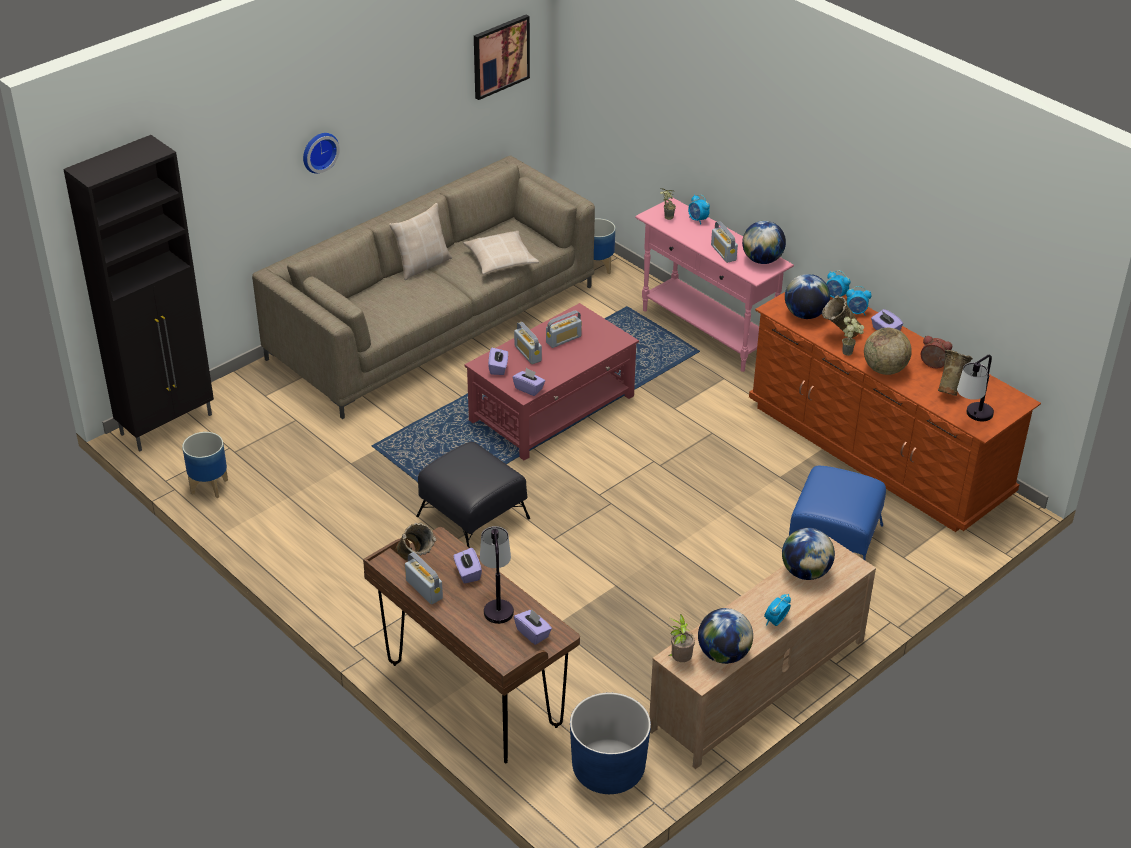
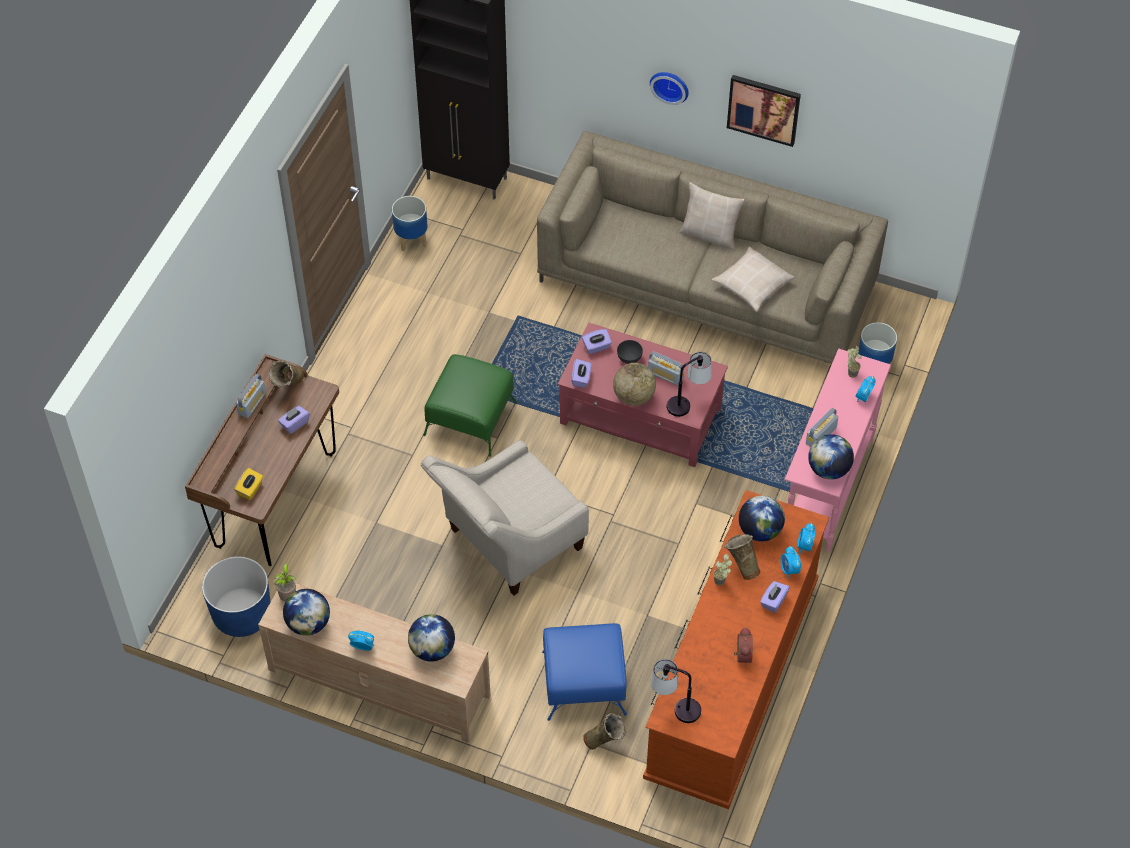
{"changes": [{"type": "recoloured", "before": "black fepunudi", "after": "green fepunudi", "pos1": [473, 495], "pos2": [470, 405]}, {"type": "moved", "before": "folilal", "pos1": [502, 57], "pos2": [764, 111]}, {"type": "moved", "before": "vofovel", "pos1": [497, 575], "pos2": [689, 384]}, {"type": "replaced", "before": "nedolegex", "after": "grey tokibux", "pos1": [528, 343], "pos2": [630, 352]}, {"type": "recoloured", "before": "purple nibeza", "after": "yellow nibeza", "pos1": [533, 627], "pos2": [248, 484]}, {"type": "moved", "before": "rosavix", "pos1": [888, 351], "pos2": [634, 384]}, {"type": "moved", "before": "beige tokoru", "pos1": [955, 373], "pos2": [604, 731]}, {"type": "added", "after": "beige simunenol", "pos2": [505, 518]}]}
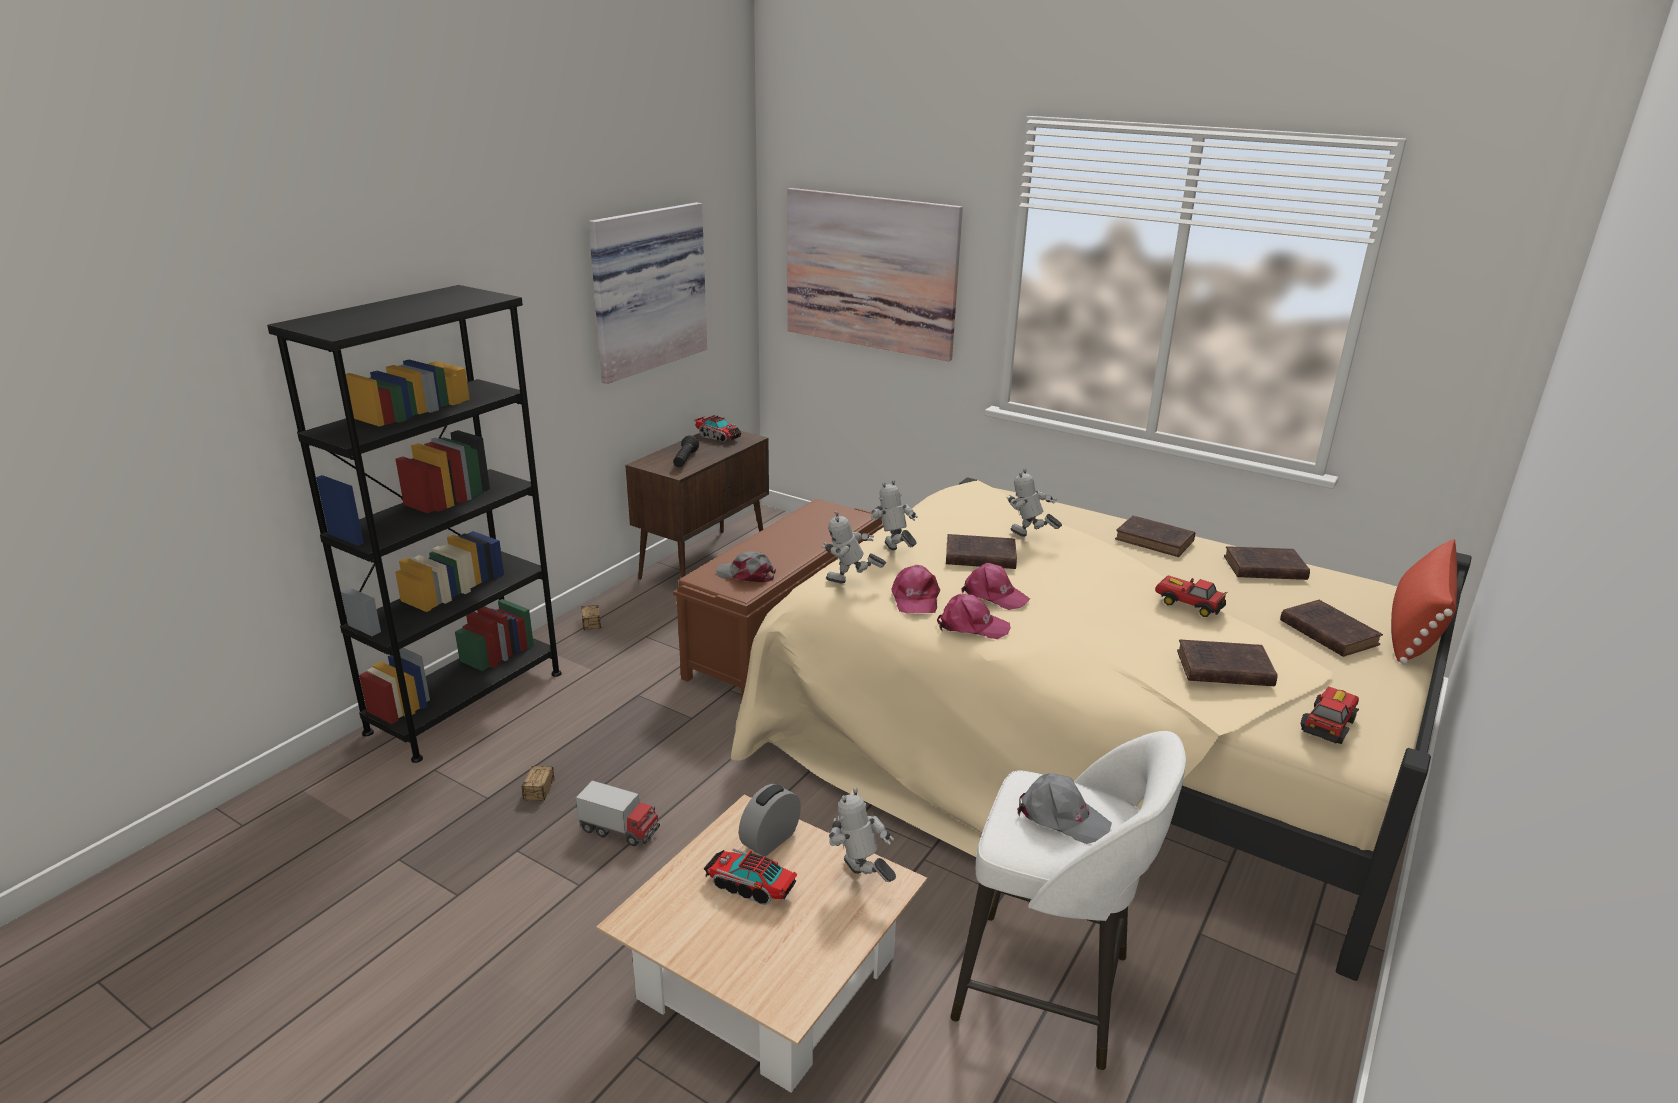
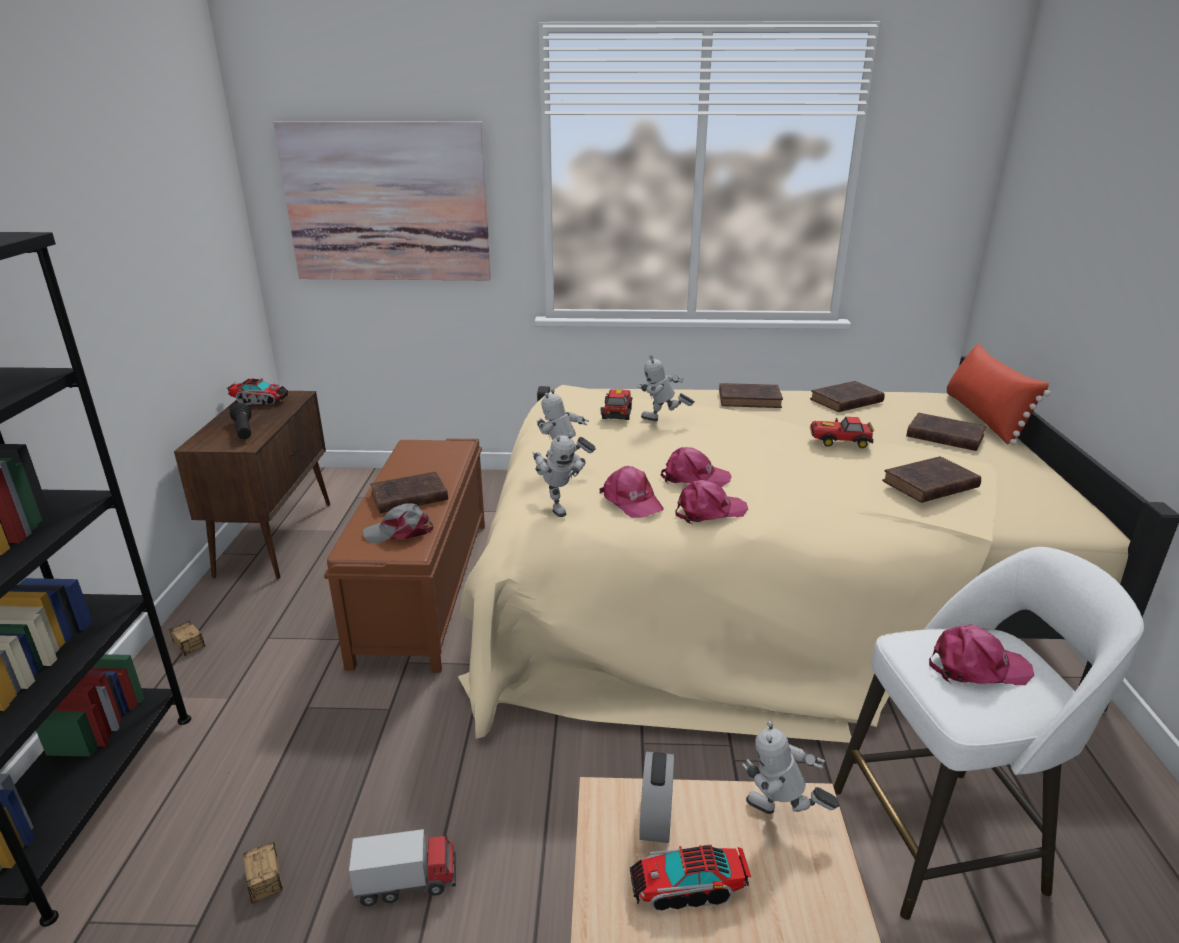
{"changes": [{"type": "removed", "before": "folilal", "pos1": [647, 293]}, {"type": "turned", "before": "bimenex", "pos1": [853, 547], "pos2": [559, 474], "turn": -90}, {"type": "moved", "before": "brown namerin", "pos1": [981, 551], "pos2": [409, 492]}, {"type": "recoloured", "before": "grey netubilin", "after": "pink netubilin", "pos1": [1064, 808], "pos2": [981, 654]}, {"type": "moved", "before": "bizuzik", "pos1": [1330, 715], "pos2": [616, 404]}]}
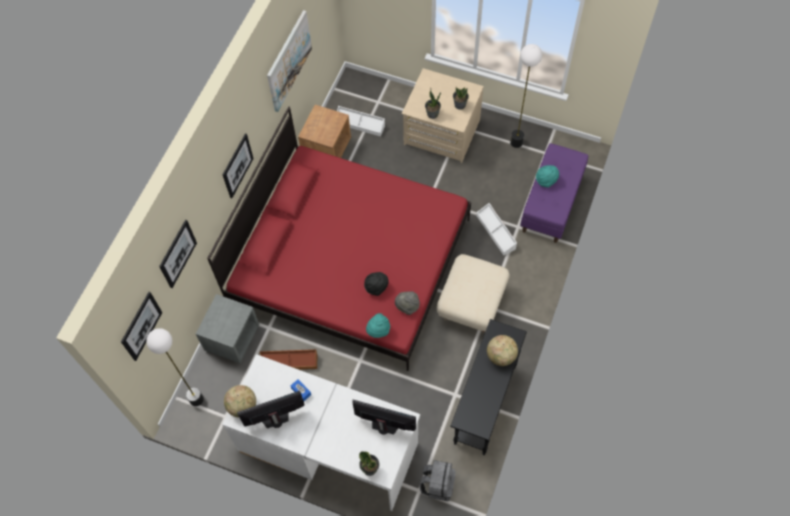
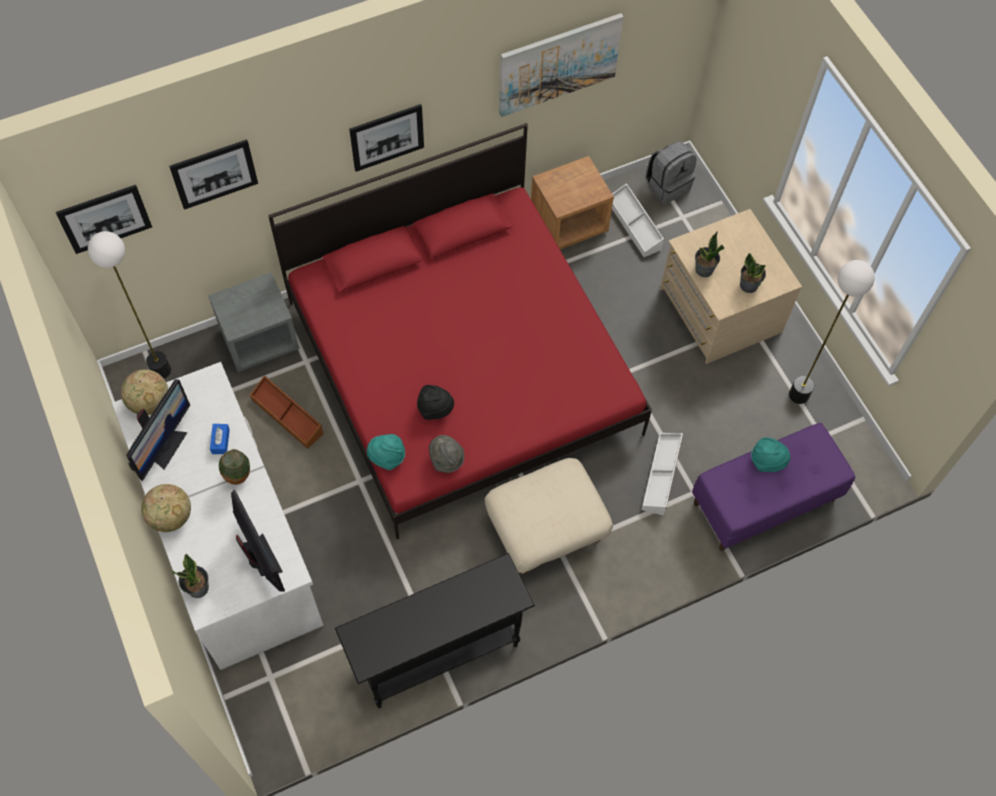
{"changes": [{"type": "turned", "before": "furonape", "pos1": [270, 409], "pos2": [158, 430], "turn": 90}, {"type": "moved", "before": "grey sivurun", "pos1": [437, 480], "pos2": [671, 172]}, {"type": "moved", "before": "rosavix", "pos1": [502, 350], "pos2": [166, 508]}, {"type": "added", "after": "tokoru", "pos2": [234, 467]}]}
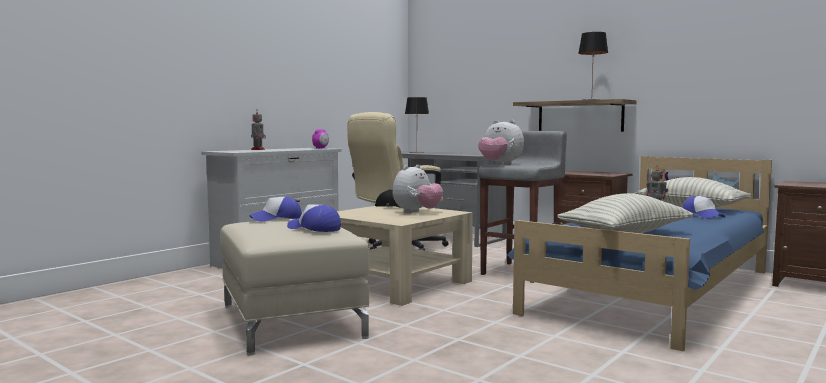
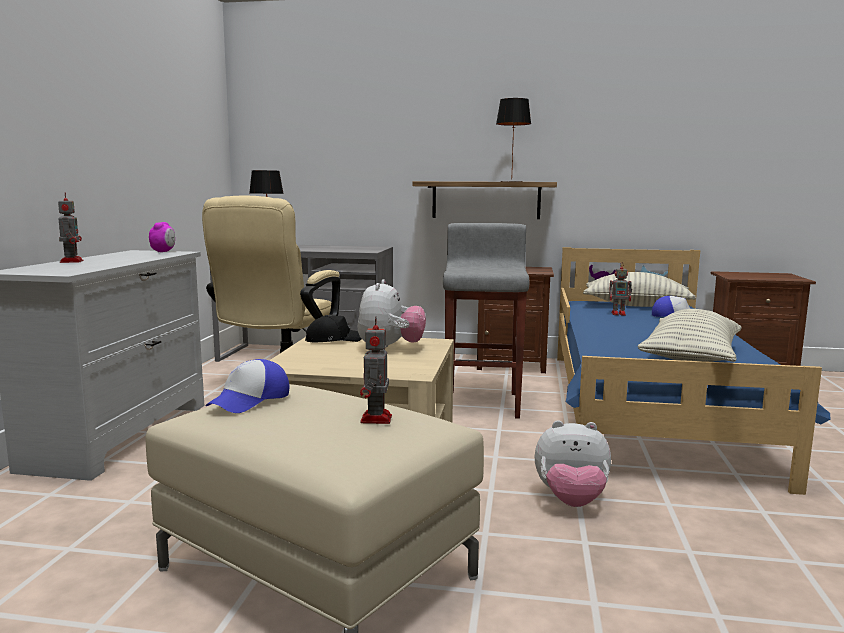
{"changes": [{"type": "replaced", "before": "netubilin", "after": "bimenex", "pos1": [314, 218], "pos2": [376, 370]}, {"type": "moved", "before": "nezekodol", "pos1": [501, 142], "pos2": [573, 463]}]}
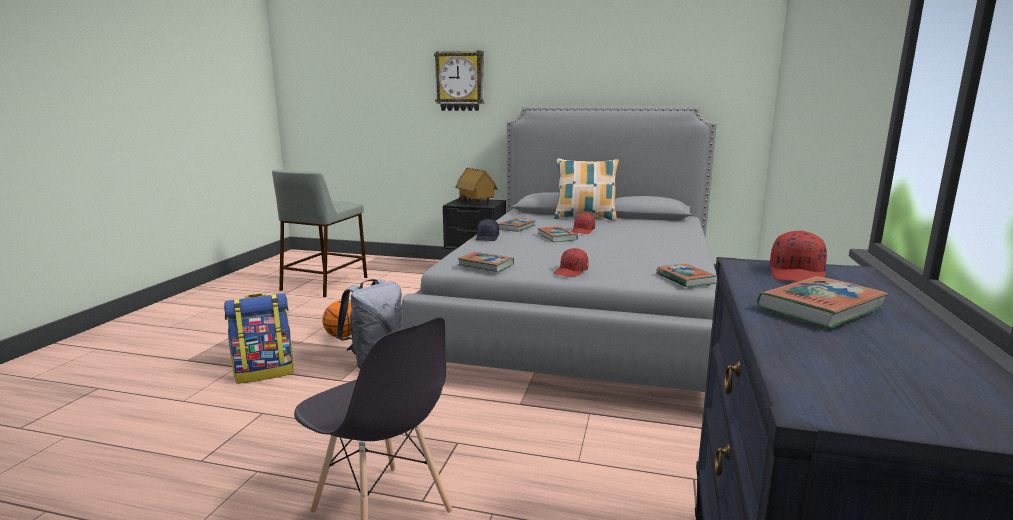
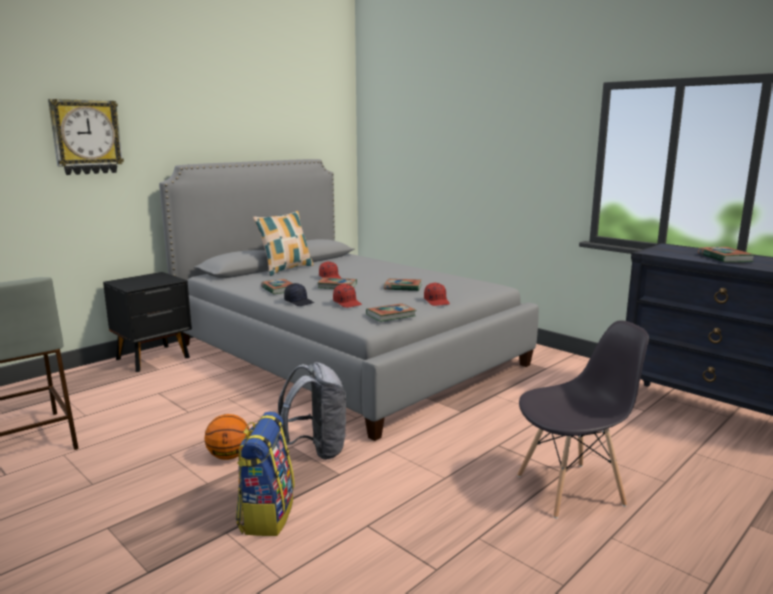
{"changes": [{"type": "removed", "before": "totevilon", "pos1": [476, 186]}, {"type": "moved", "before": "namerin", "pos1": [686, 275], "pos2": [403, 285]}, {"type": "moved", "before": "red netubilin", "pos1": [798, 255], "pos2": [347, 296]}]}
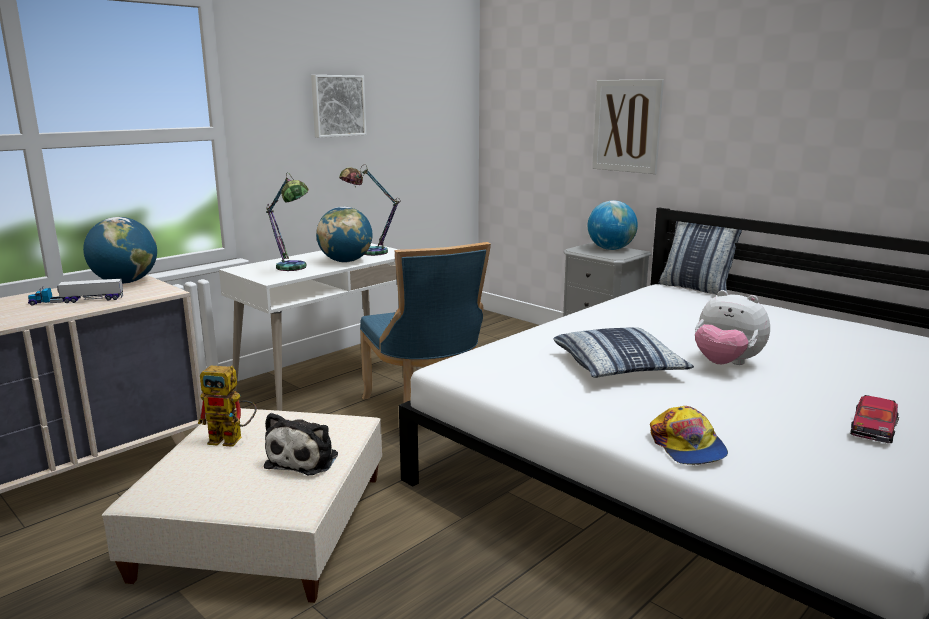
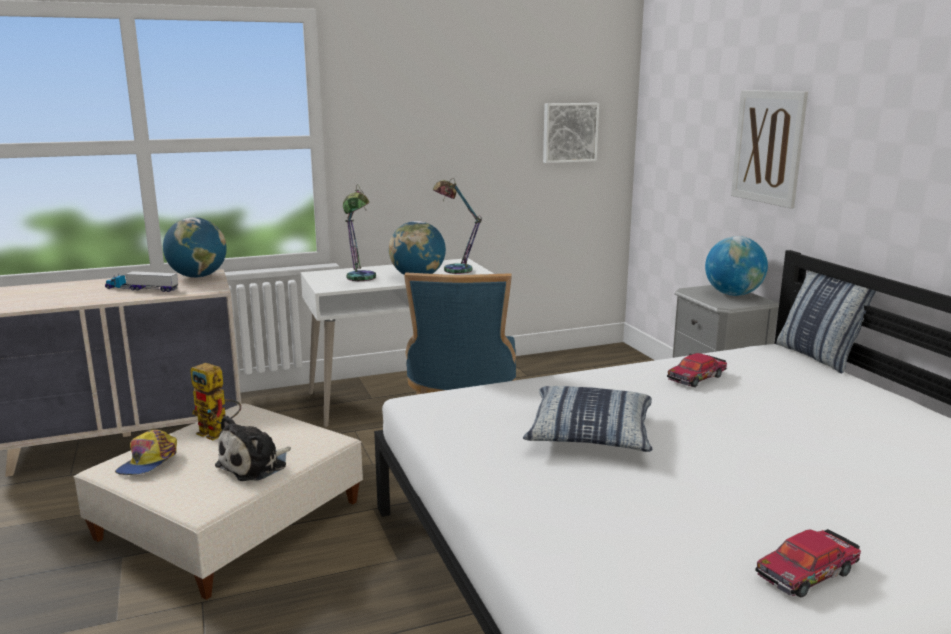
{"changes": [{"type": "moved", "before": "folilal", "pos1": [338, 106], "pos2": [571, 133]}, {"type": "moved", "before": "netubilin", "pos1": [689, 435], "pos2": [146, 452]}, {"type": "removed", "before": "nezekodol", "pos1": [732, 327]}, {"type": "added", "after": "bizuzik", "pos2": [697, 370]}]}
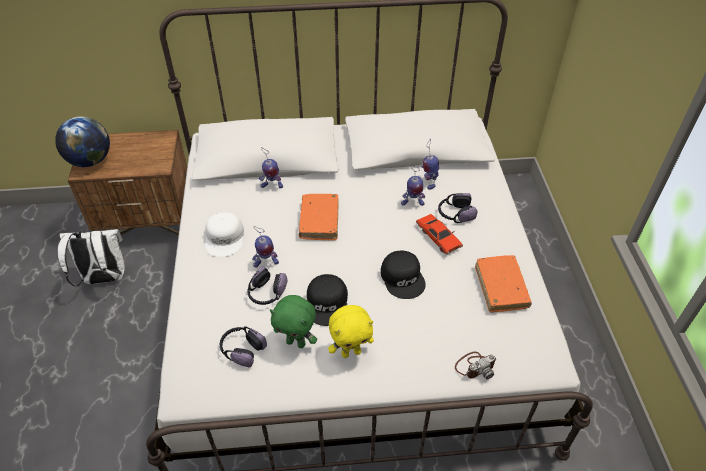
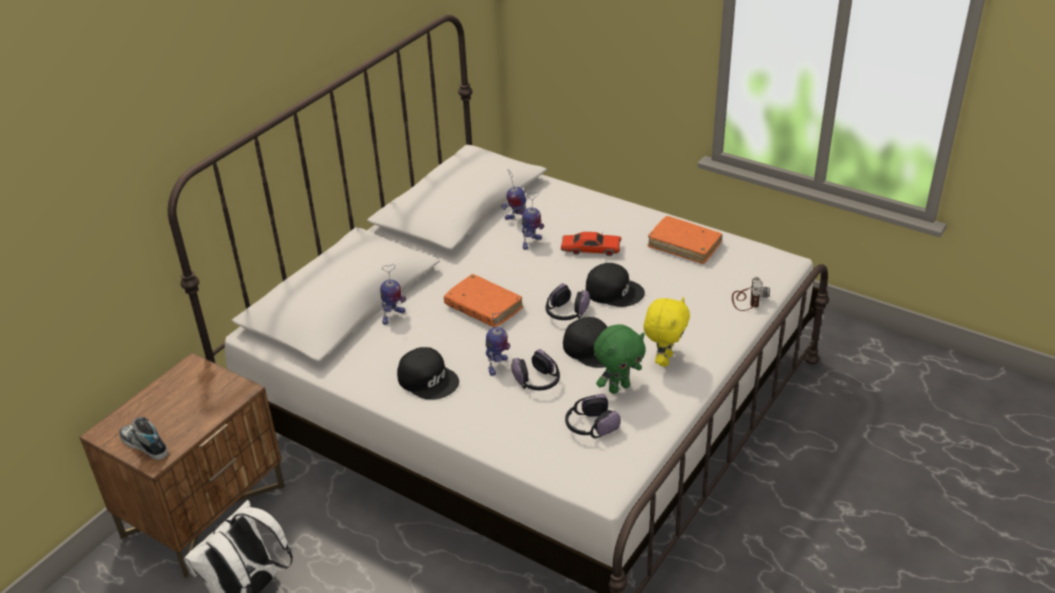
{"changes": [{"type": "replaced", "before": "rosavix", "after": "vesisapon", "pos1": [82, 141], "pos2": [143, 438]}, {"type": "recoloured", "before": "white netubilin", "after": "black netubilin", "pos1": [224, 234], "pos2": [428, 373]}, {"type": "moved", "before": "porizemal", "pos1": [457, 208], "pos2": [568, 301]}]}
